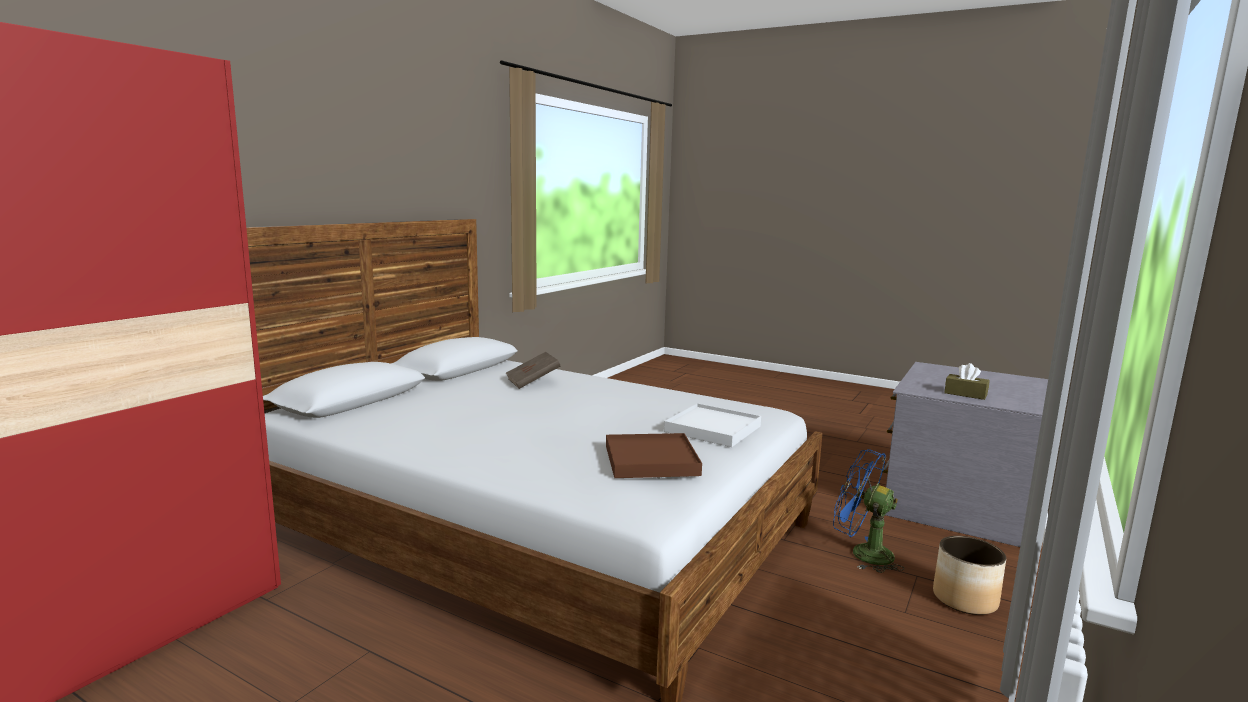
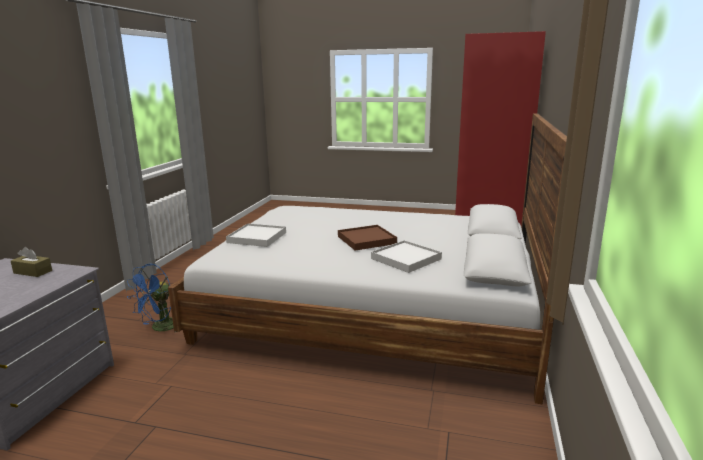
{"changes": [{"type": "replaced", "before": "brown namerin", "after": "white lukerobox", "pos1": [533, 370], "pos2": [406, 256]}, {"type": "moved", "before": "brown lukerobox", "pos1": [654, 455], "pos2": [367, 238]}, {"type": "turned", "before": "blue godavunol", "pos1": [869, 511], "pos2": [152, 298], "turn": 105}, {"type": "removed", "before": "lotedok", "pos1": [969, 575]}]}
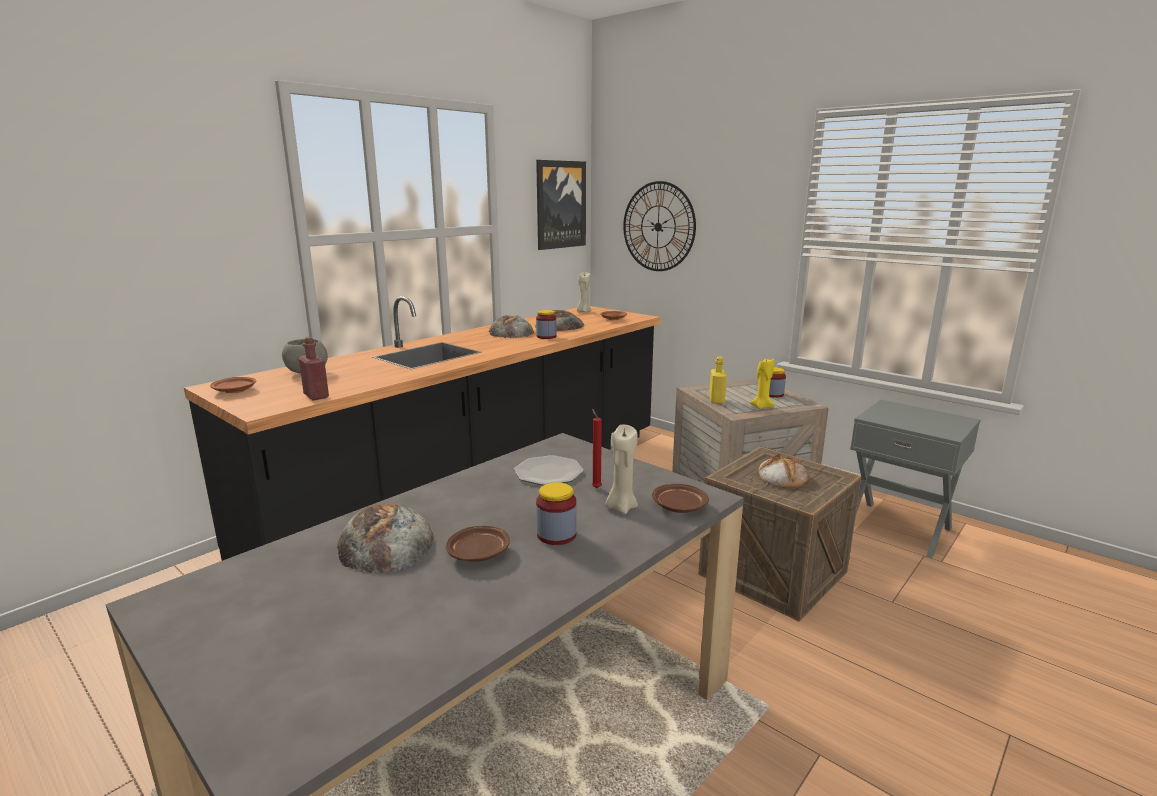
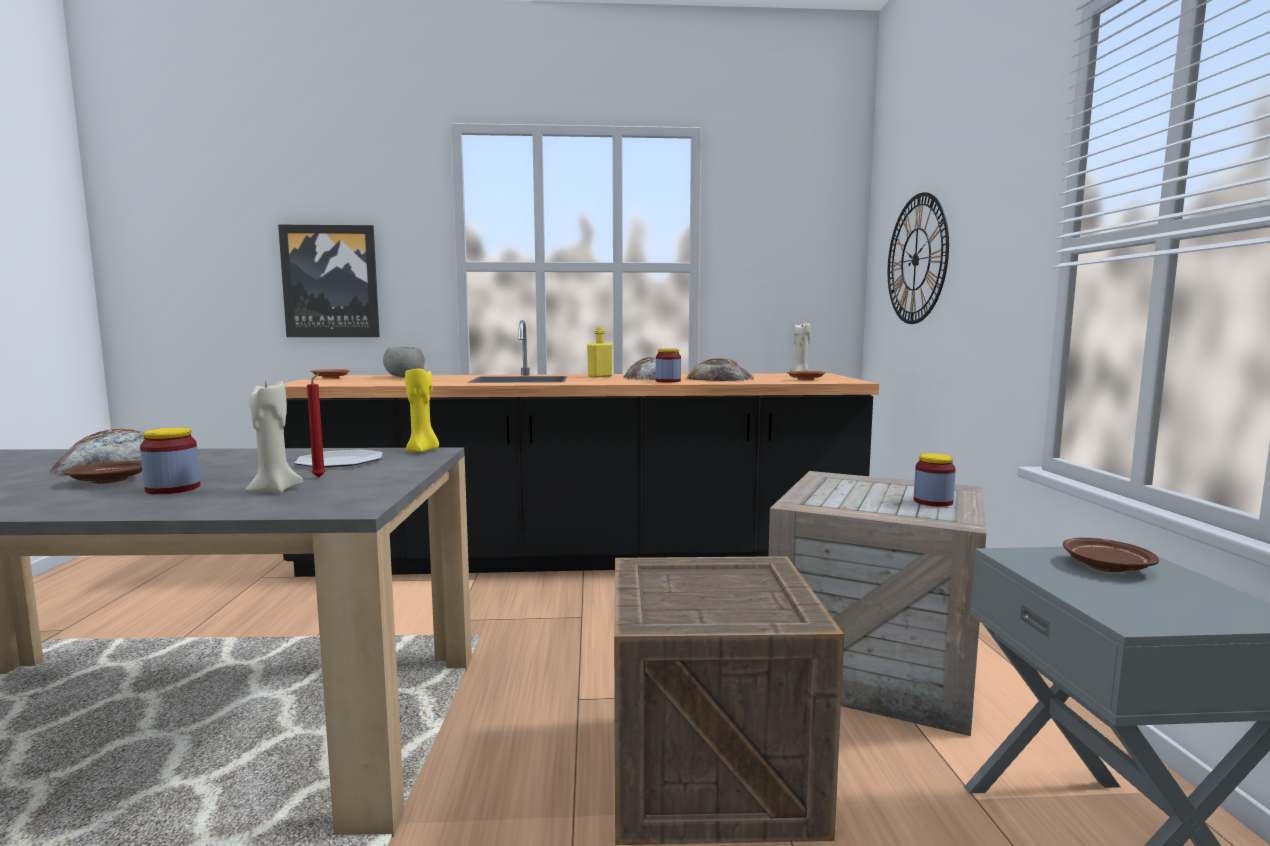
{"changes": [{"type": "removed", "before": "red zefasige", "pos1": [314, 368]}, {"type": "moved", "before": "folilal", "pos1": [561, 205], "pos2": [329, 281]}, {"type": "moved", "before": "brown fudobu", "pos1": [680, 498], "pos2": [1111, 555]}, {"type": "moved", "before": "yellow zefasige", "pos1": [718, 380], "pos2": [600, 352]}, {"type": "moved", "before": "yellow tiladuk", "pos1": [762, 383], "pos2": [422, 410]}, {"type": "removed", "before": "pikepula", "pos1": [783, 471]}]}
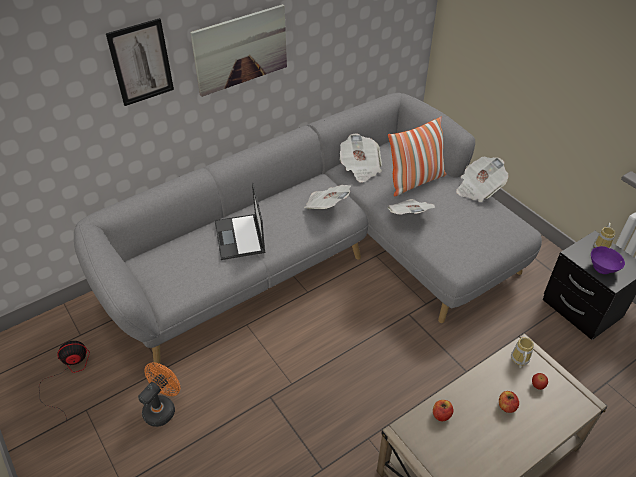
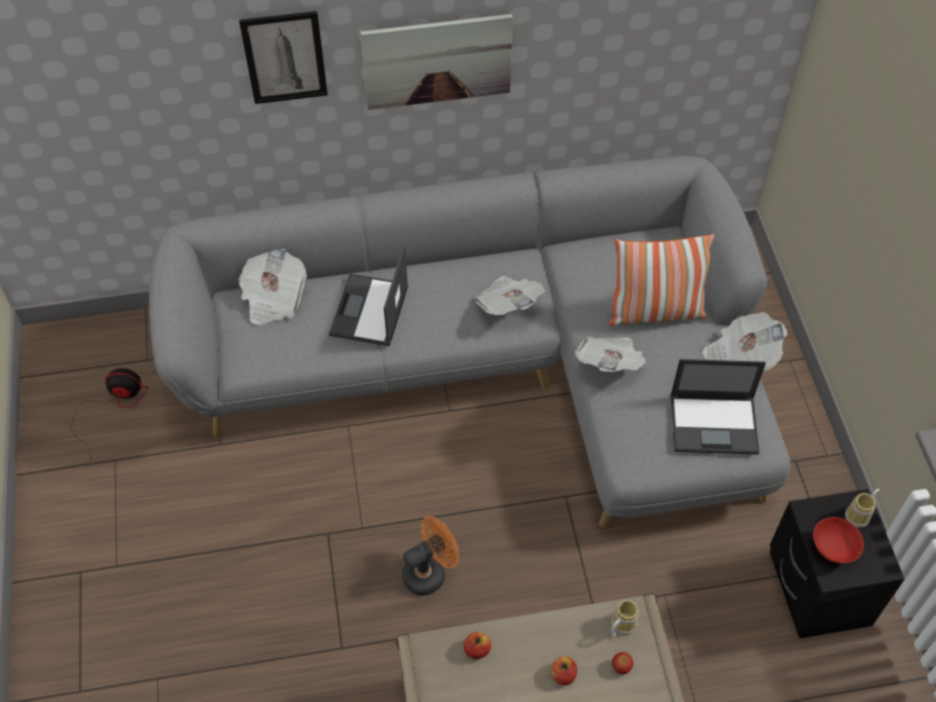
{"changes": [{"type": "moved", "before": "orange godavunol", "pos1": [159, 394], "pos2": [430, 556]}, {"type": "moved", "before": "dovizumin", "pos1": [361, 158], "pos2": [272, 287]}, {"type": "recoloured", "before": "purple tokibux", "after": "red tokibux", "pos1": [608, 260], "pos2": [838, 540]}, {"type": "added", "after": "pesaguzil", "pos2": [718, 406]}]}
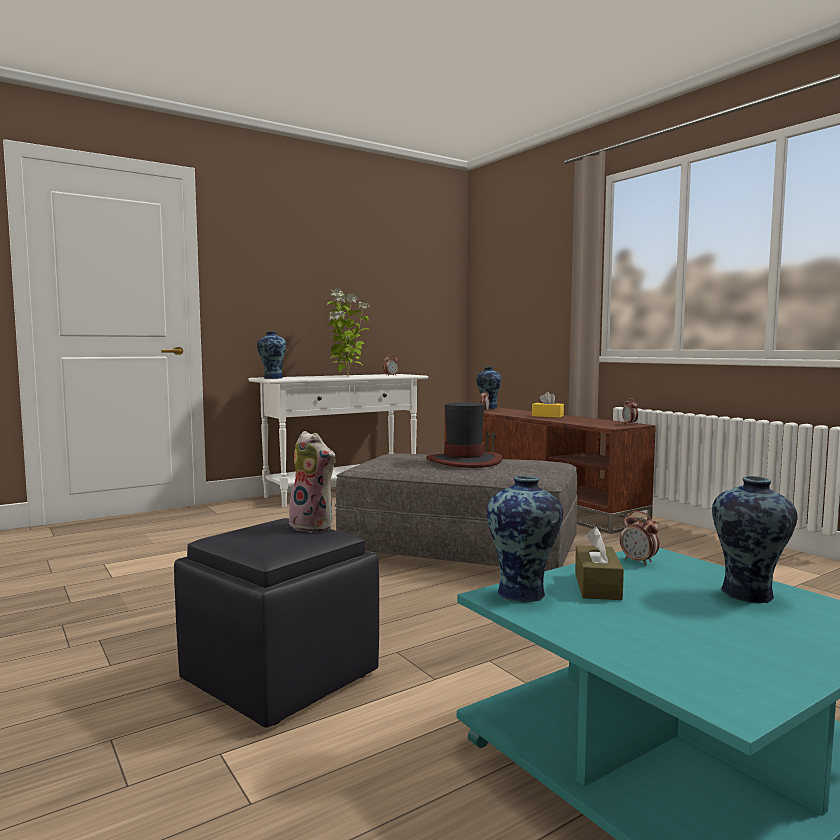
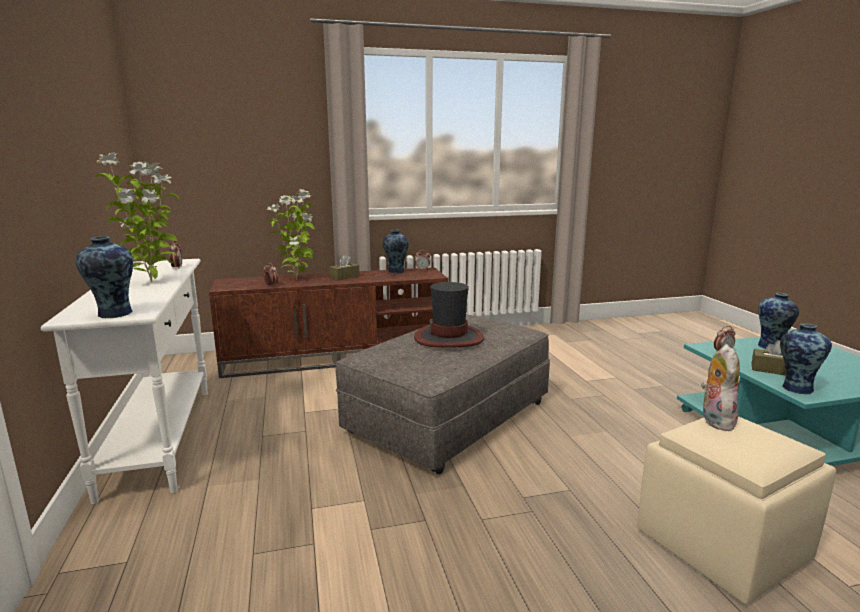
{"changes": [{"type": "recoloured", "before": "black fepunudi", "after": "beige fepunudi", "pos1": [276, 623], "pos2": [736, 510]}, {"type": "turned", "before": "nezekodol", "pos1": [312, 482], "pos2": [720, 387], "turn": -45}, {"type": "moved", "before": "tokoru", "pos1": [488, 388], "pos2": [396, 251]}, {"type": "recoloured", "before": "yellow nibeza", "after": "brown nibeza", "pos1": [548, 405], "pos2": [344, 267]}, {"type": "added", "after": "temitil", "pos2": [291, 234]}]}
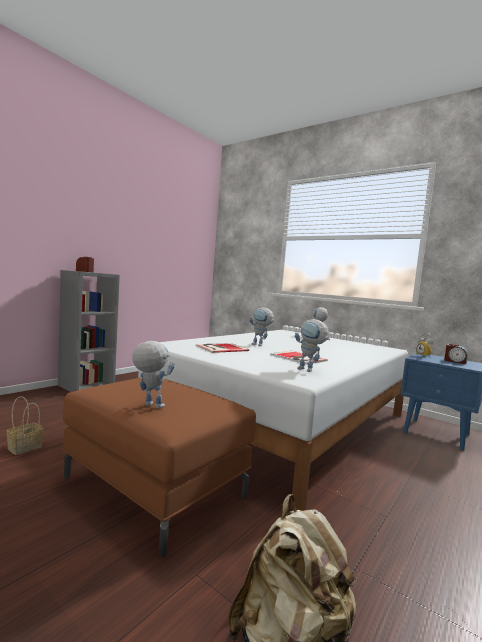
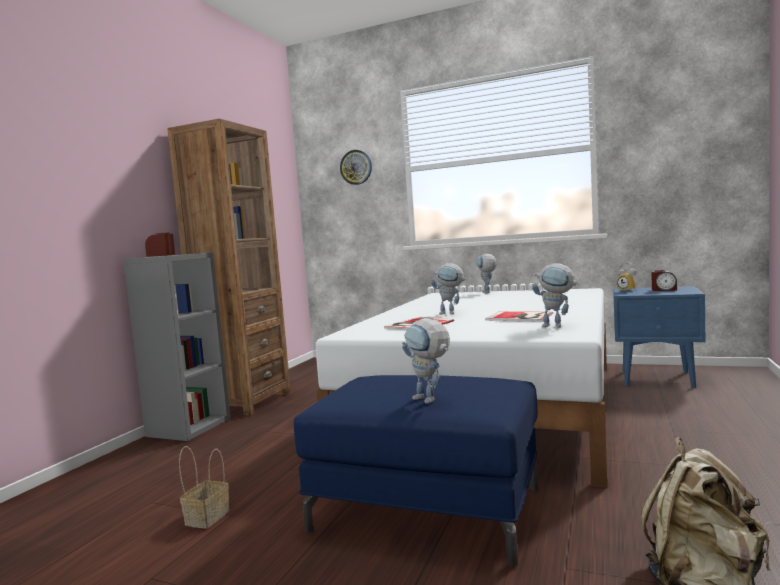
{"changes": [{"type": "recoloured", "before": "brown fepunudi", "after": "blue fepunudi", "pos1": [159, 467], "pos2": [416, 471]}, {"type": "turned", "before": "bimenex", "pos1": [153, 374], "pos2": [426, 361], "turn": -135}, {"type": "added", "after": "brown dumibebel", "pos2": [229, 267]}, {"type": "added", "after": "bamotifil", "pos2": [356, 167]}]}
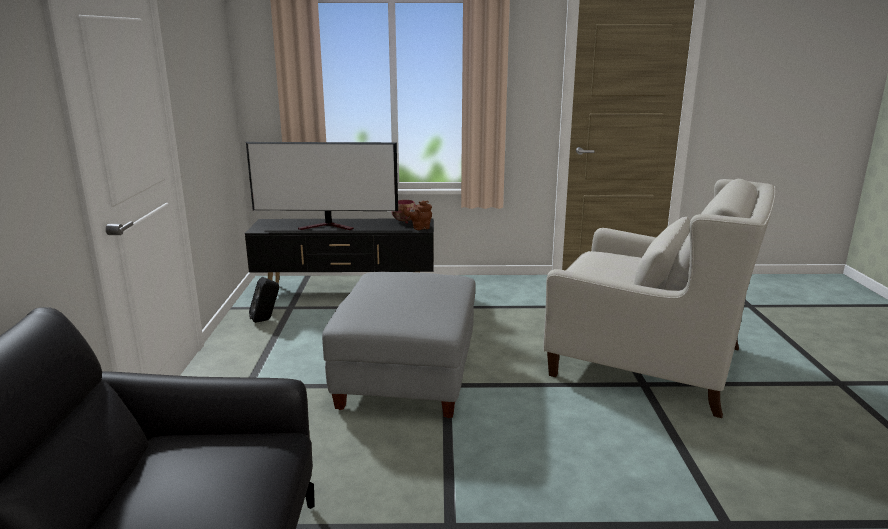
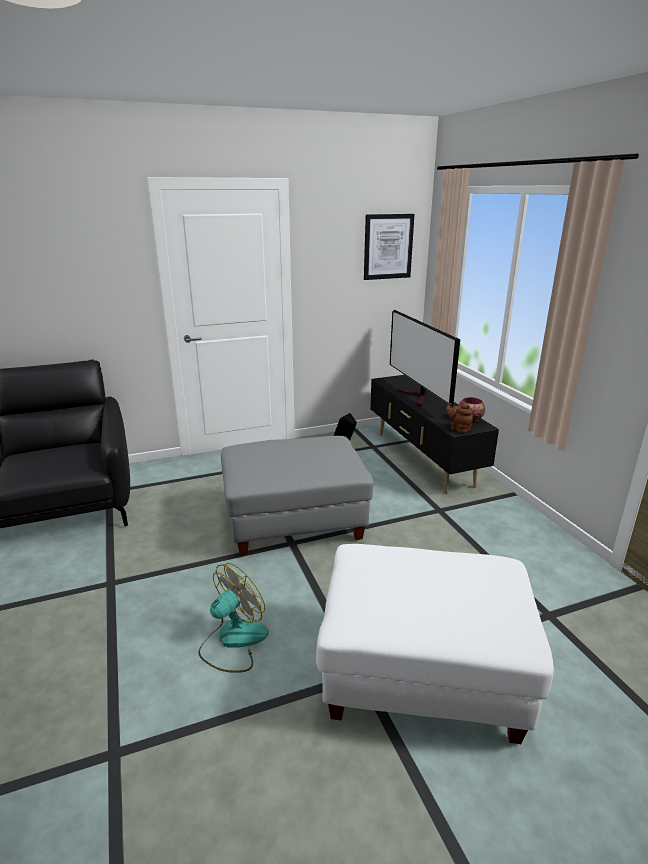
{"changes": [{"type": "replaced", "before": "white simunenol", "after": "white fepunudi", "pos1": [659, 298], "pos2": [435, 644]}, {"type": "added", "after": "godavunol", "pos2": [233, 618]}, {"type": "added", "after": "folilal", "pos2": [389, 247]}]}
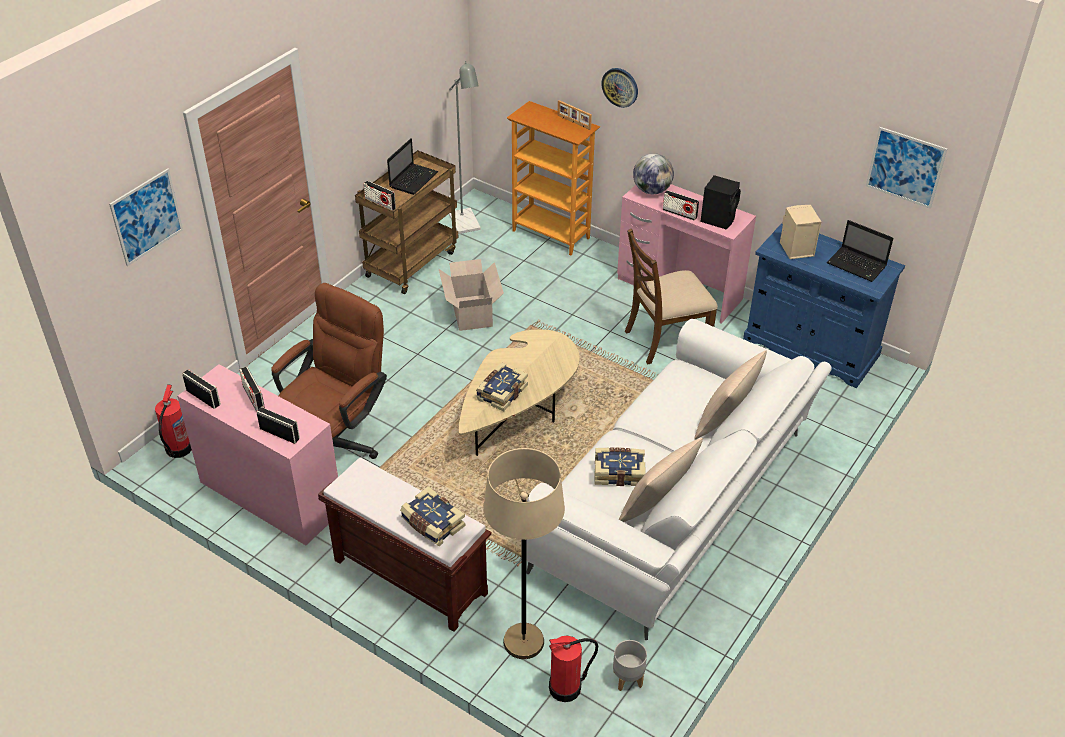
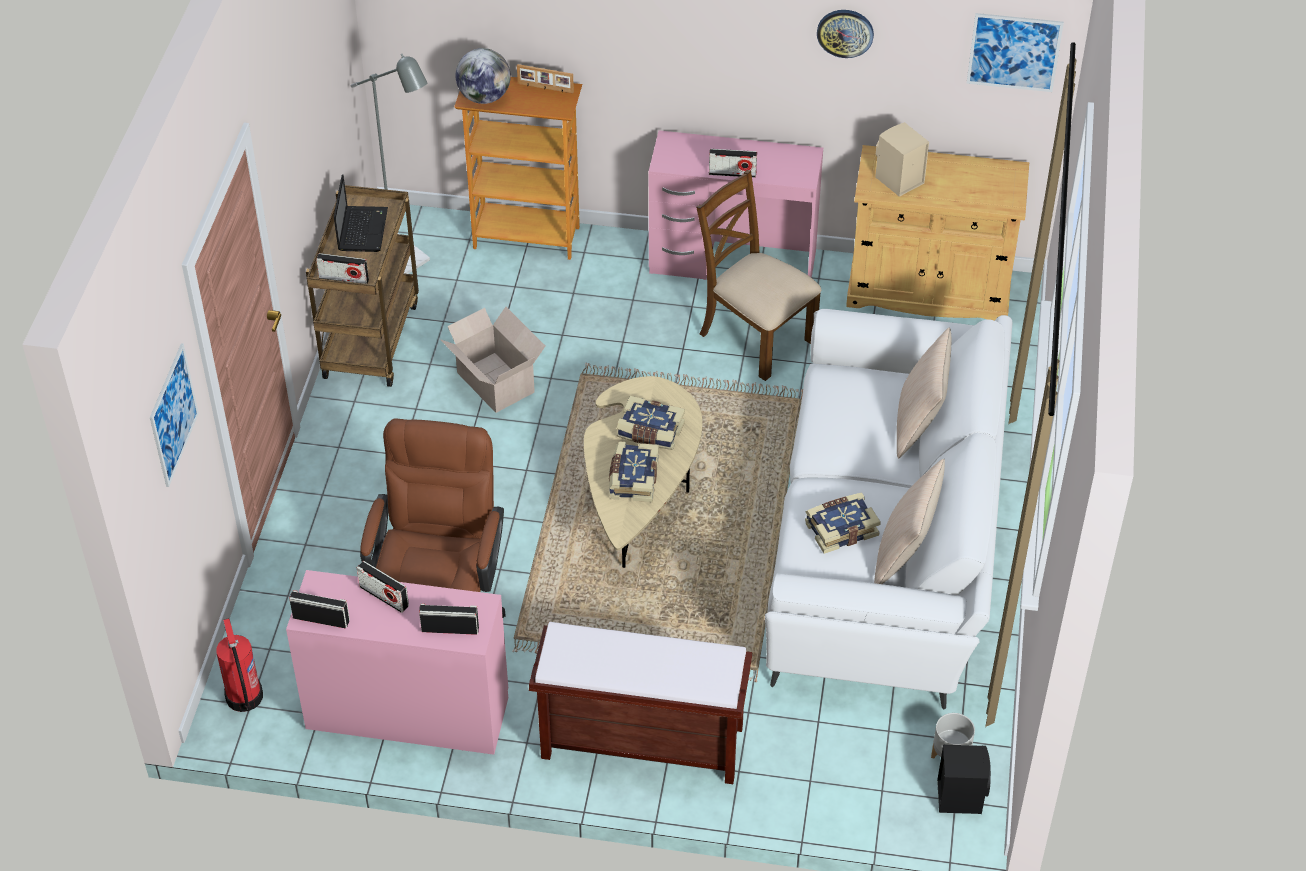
{"changes": [{"type": "moved", "before": "namerin", "pos1": [432, 516], "pos2": [651, 423]}, {"type": "removed", "before": "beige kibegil", "pos1": [524, 553]}, {"type": "removed", "before": "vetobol", "pos1": [573, 669]}, {"type": "moved", "before": "bamotifil", "pos1": [619, 88], "pos2": [845, 34]}, {"type": "turned", "before": "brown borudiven", "pos1": [671, 296], "pos2": [758, 275], "turn": 90}, {"type": "moved", "before": "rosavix", "pos1": [653, 173], "pos2": [483, 76]}, {"type": "moved", "before": "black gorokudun", "pos1": [720, 202], "pos2": [964, 779]}, {"type": "recoloured", "before": "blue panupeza", "after": "beige panupeza", "pos1": [824, 305], "pos2": [937, 233]}, {"type": "removed", "before": "pesaguzil", "pos1": [860, 251]}]}
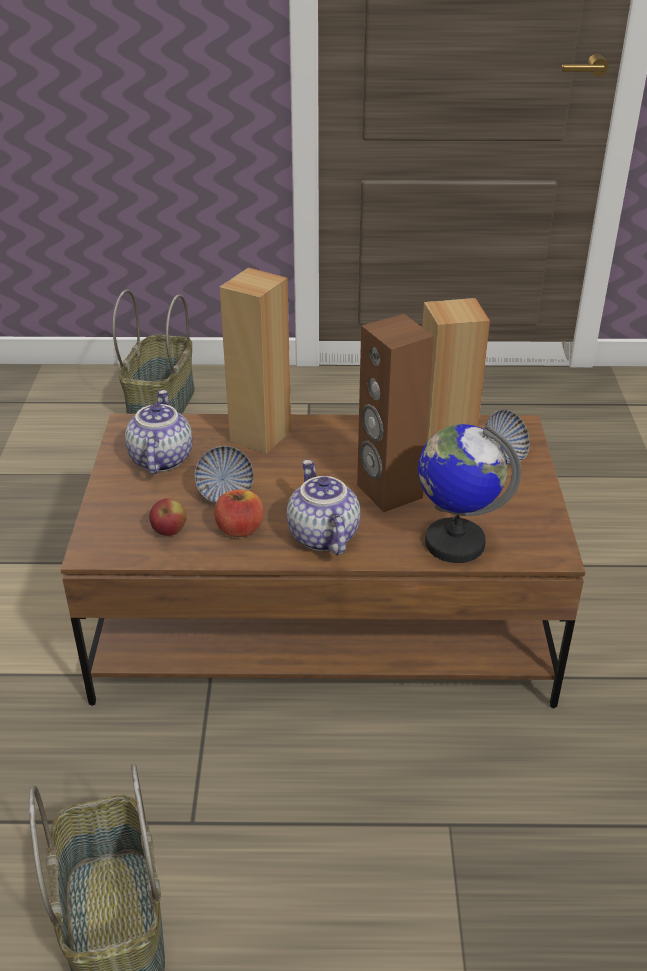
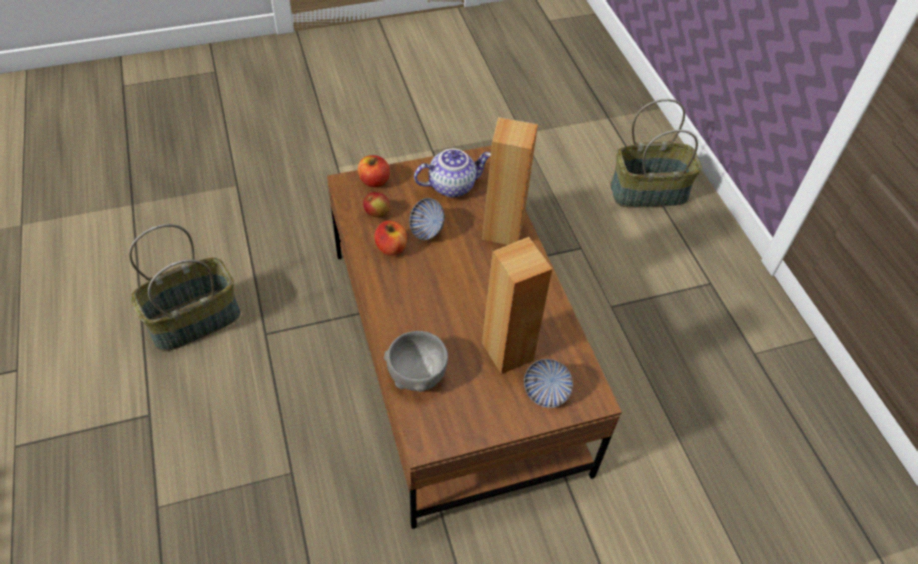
{"changes": [{"type": "removed", "before": "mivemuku", "pos1": [323, 507]}, {"type": "removed", "before": "brown gorokudun", "pos1": [395, 413]}, {"type": "replaced", "before": "rosavix", "after": "grey tokibux", "pos1": [469, 493], "pos2": [416, 361]}, {"type": "added", "after": "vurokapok", "pos2": [374, 171]}]}
